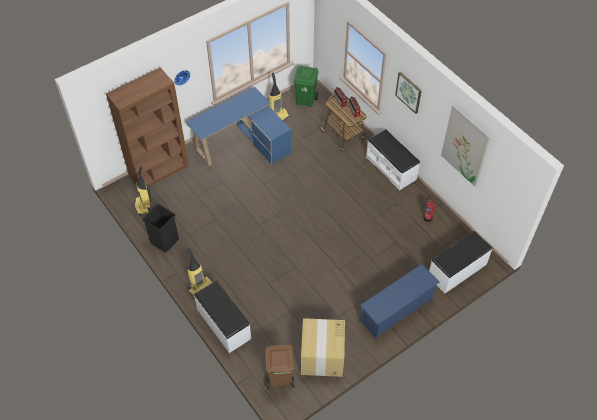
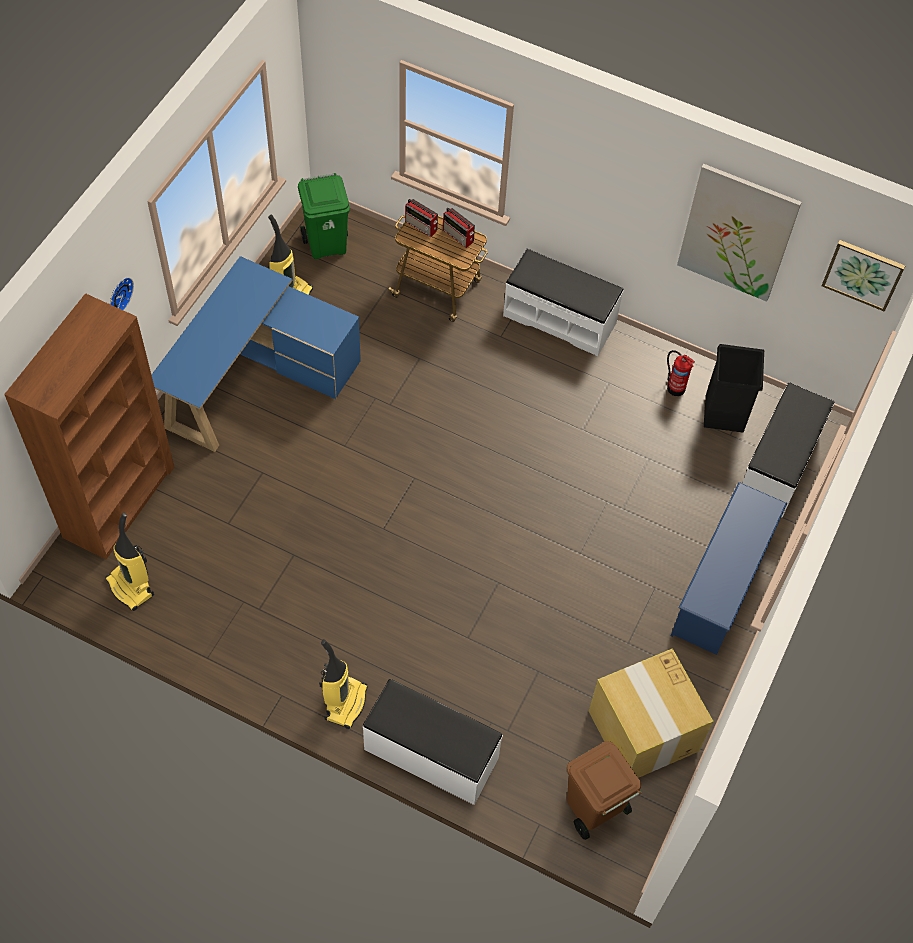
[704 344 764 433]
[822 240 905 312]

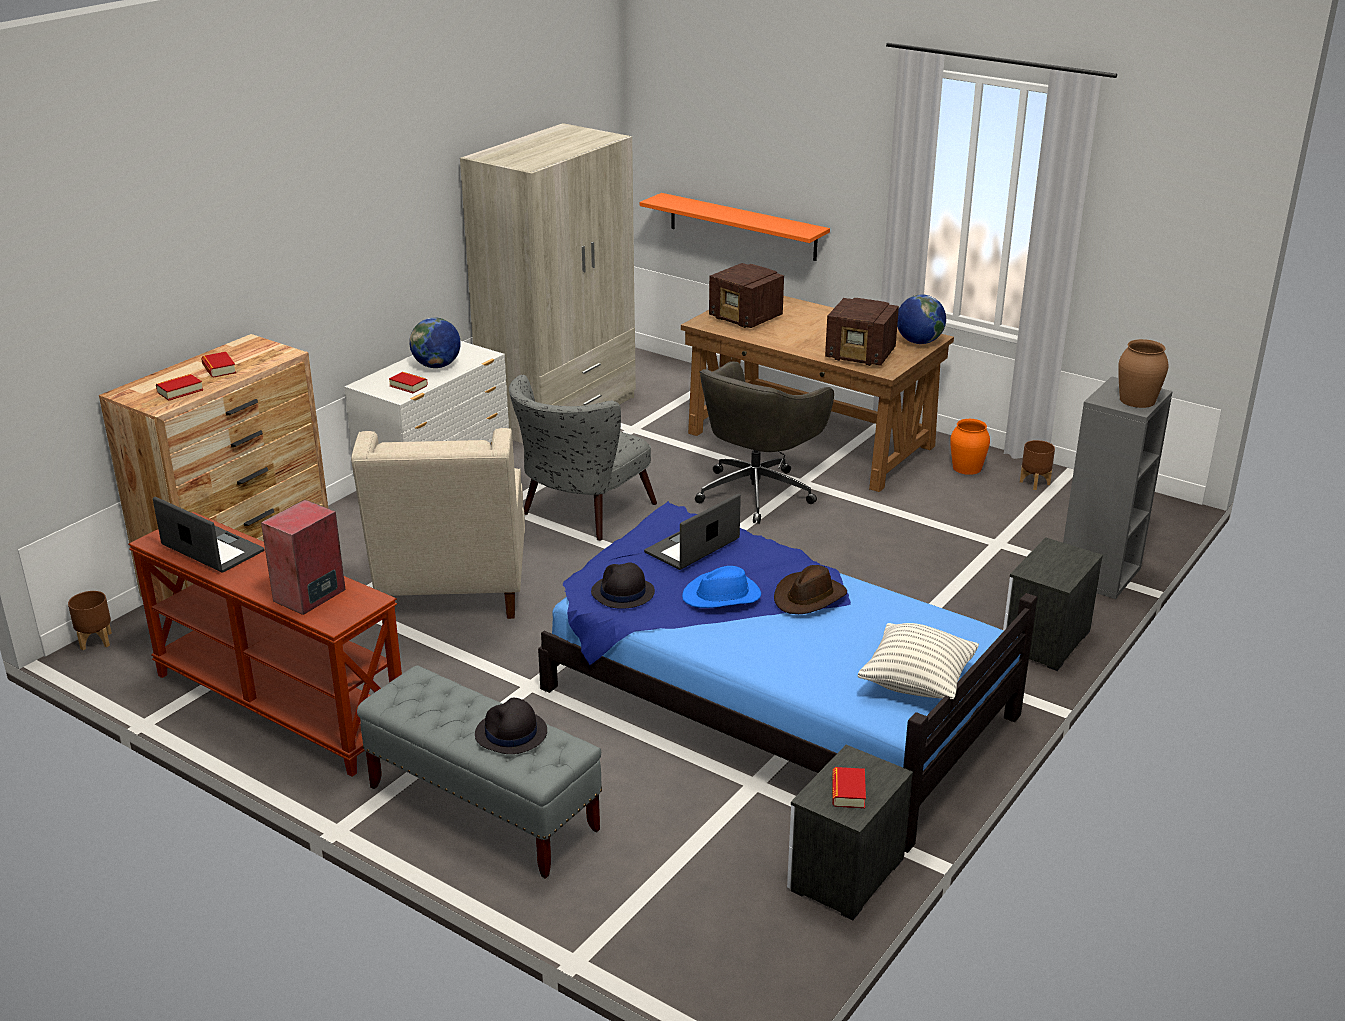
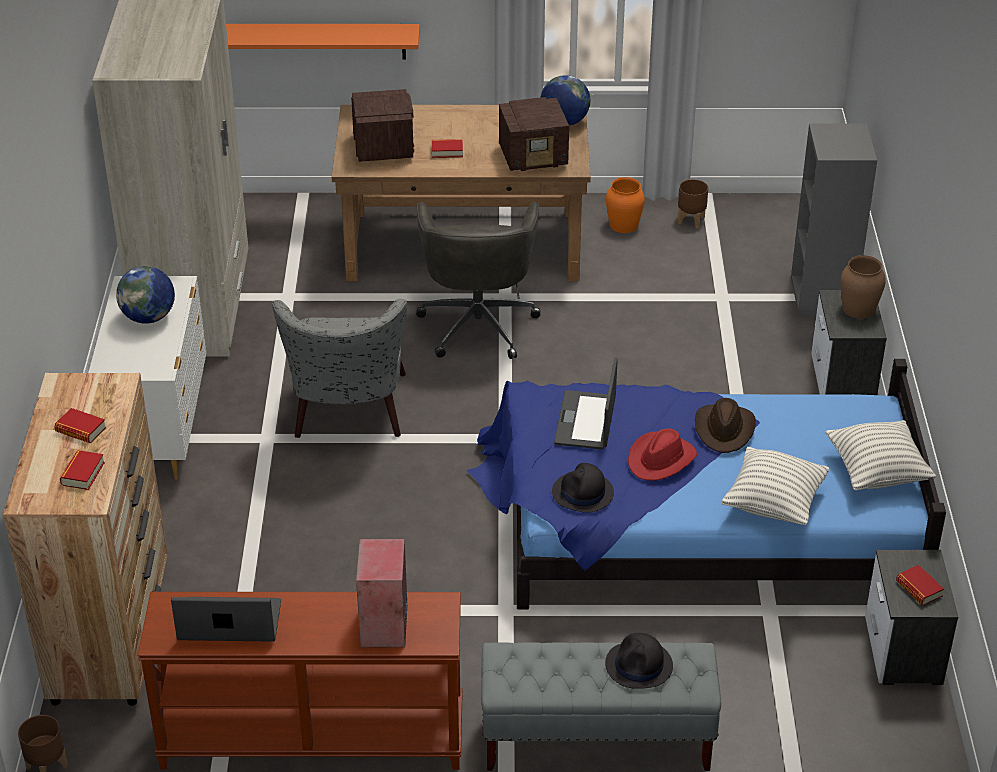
[351 428 525 619] (first image)
[432 139 463 158]
[628 428 697 481]
[351 89 414 162]
[841 255 886 319]
[722 447 829 525]

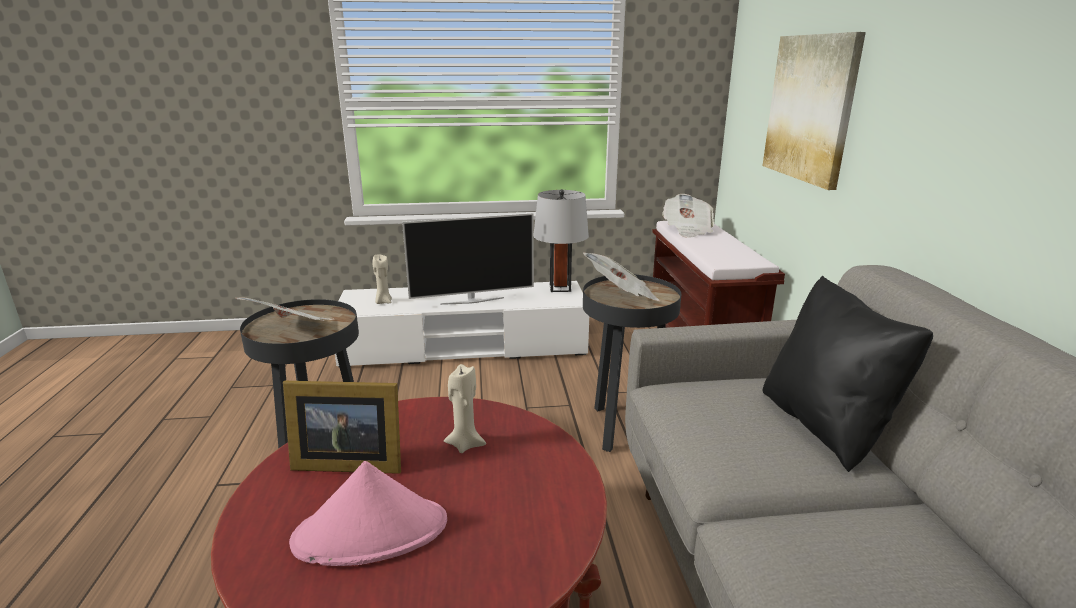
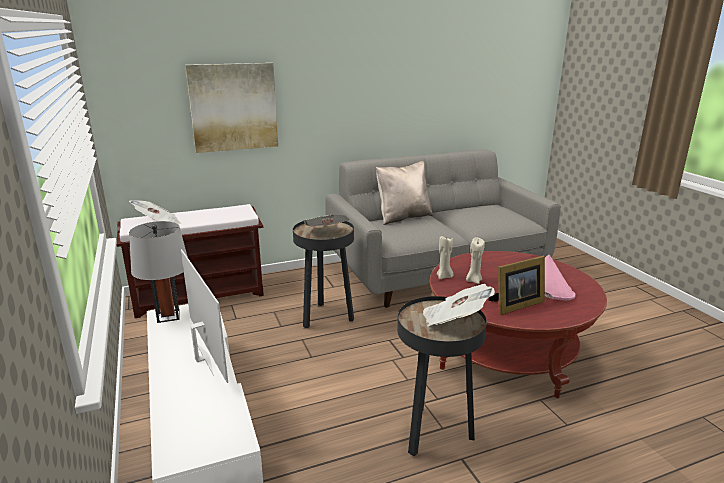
[488 256 545 315]
[437 236 454 279]
[376 161 433 225]

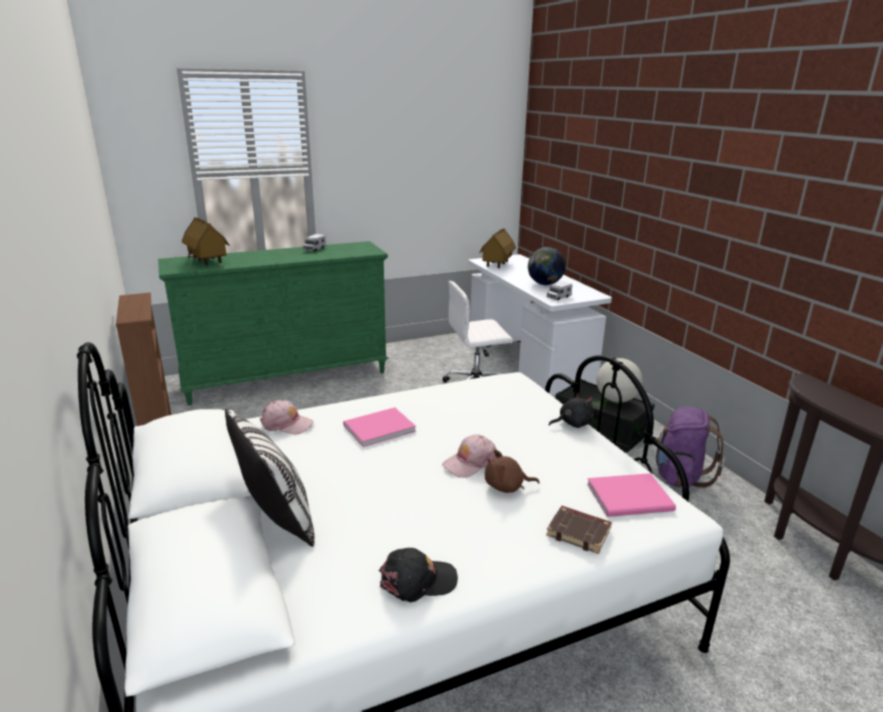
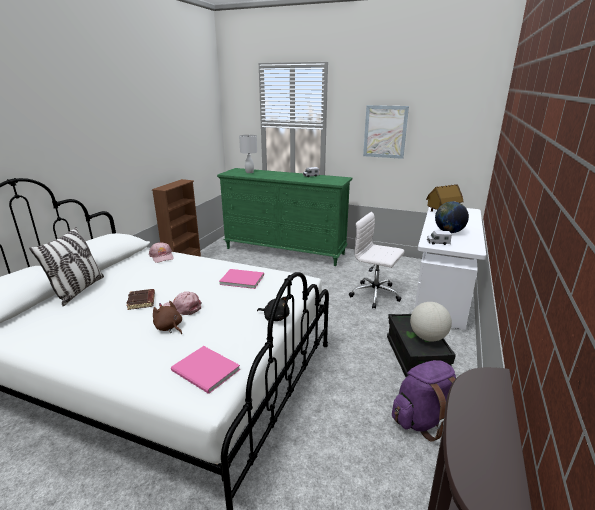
[239 135 257 173]
[219 269 264 289]
[379 548 458 602] (first image)
[127 289 155 310]
[363 105 409 159]

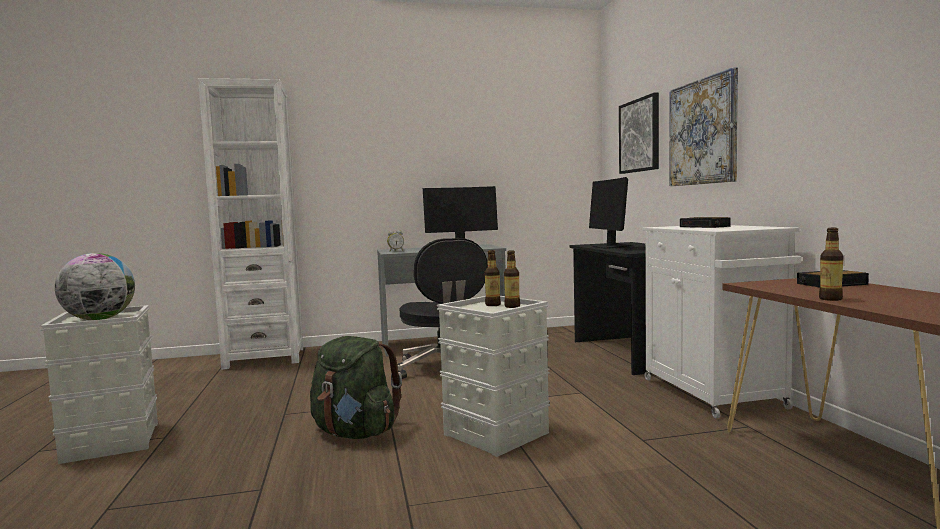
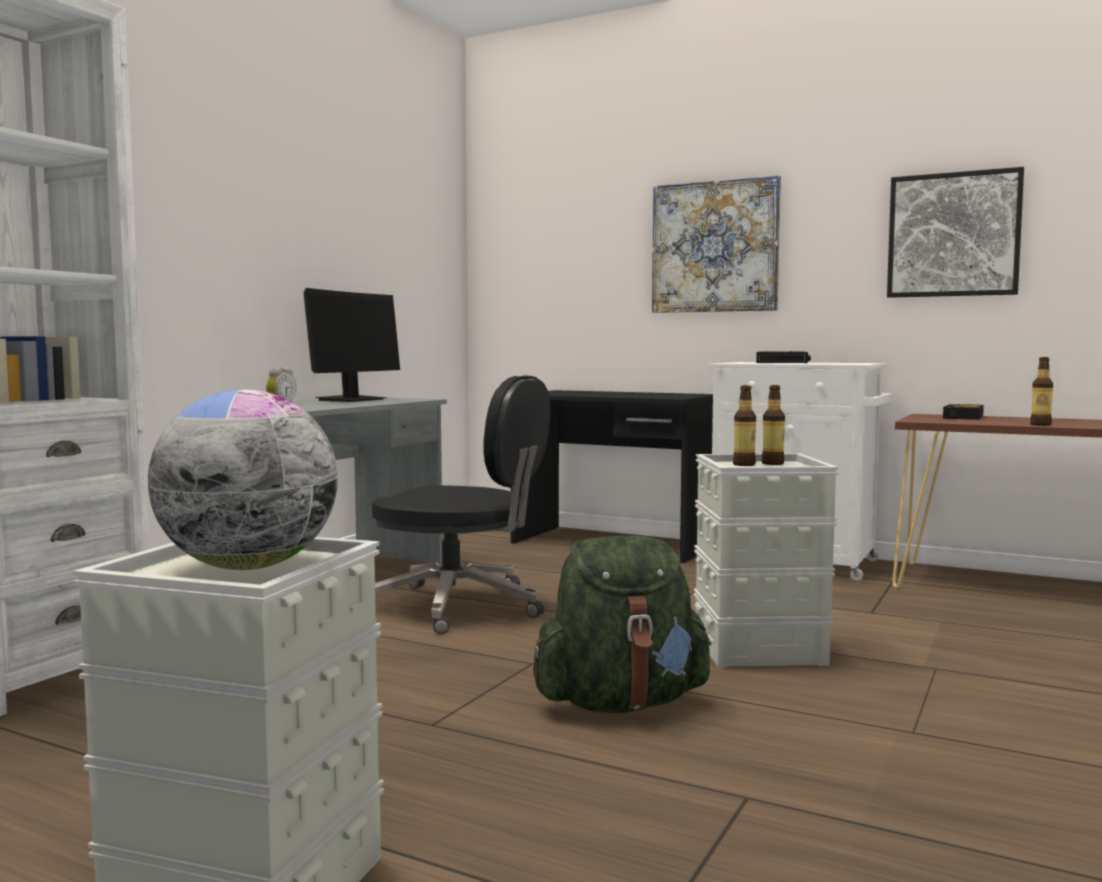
[589 177 631 249] (first image)
[887 167 1024 298]

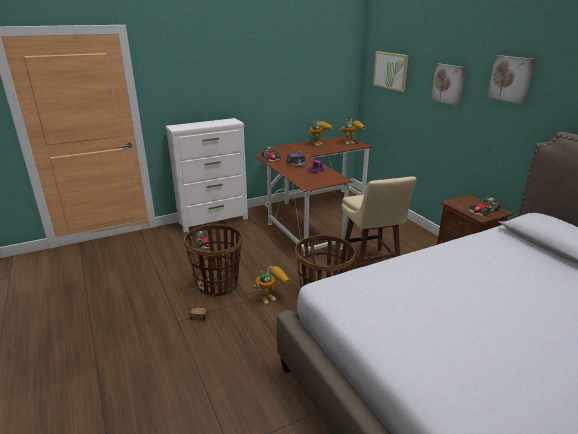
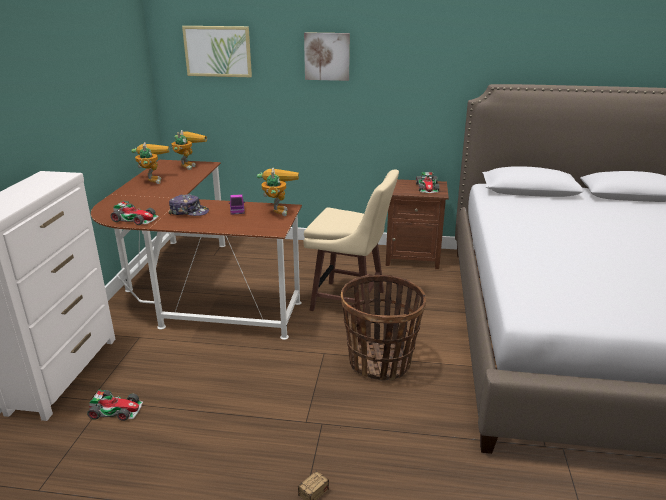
[184 224 242 297] (first image)
[257 168 299 216]
[487 55 535 104] (first image)

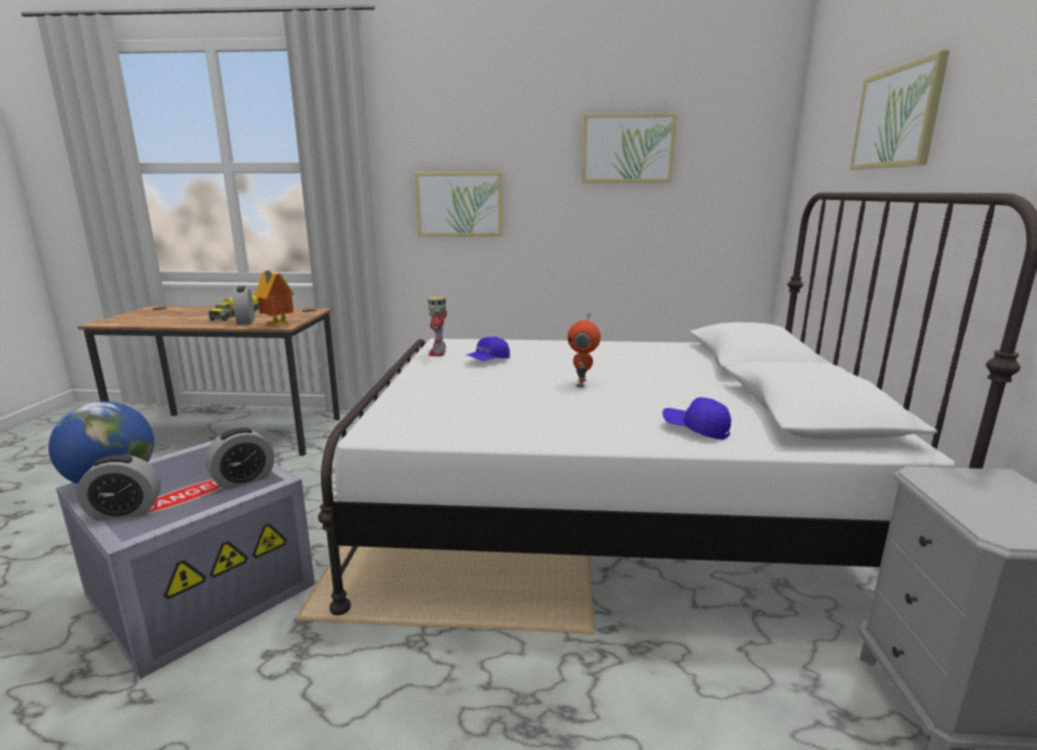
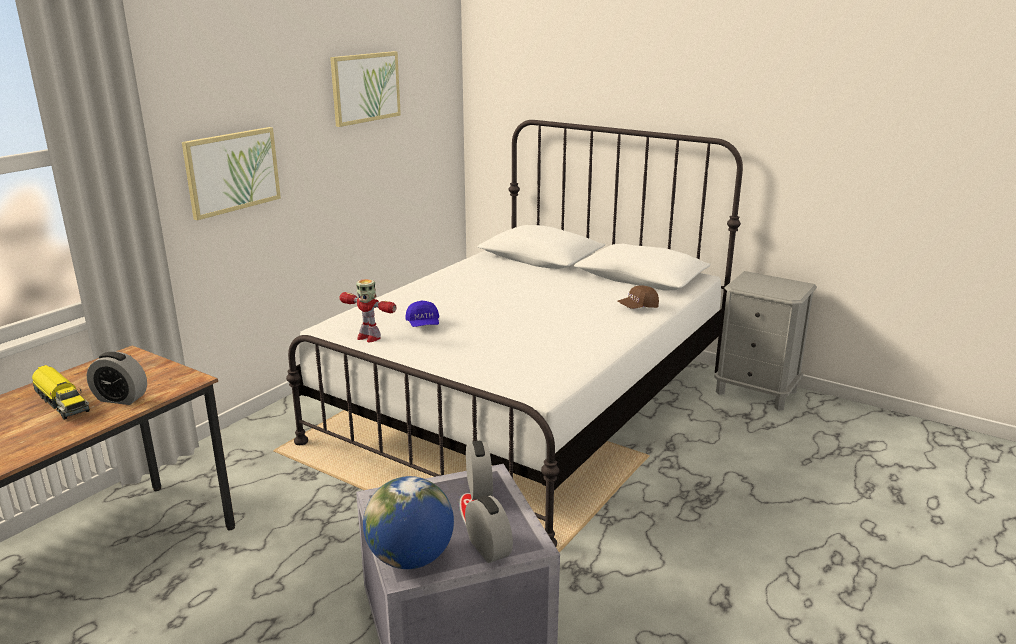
[465 495 513 563]
[255 271 294 326] (first image)
[567 313 601 388] (first image)
[618 285 659 309]
[850 50 949 170] (first image)

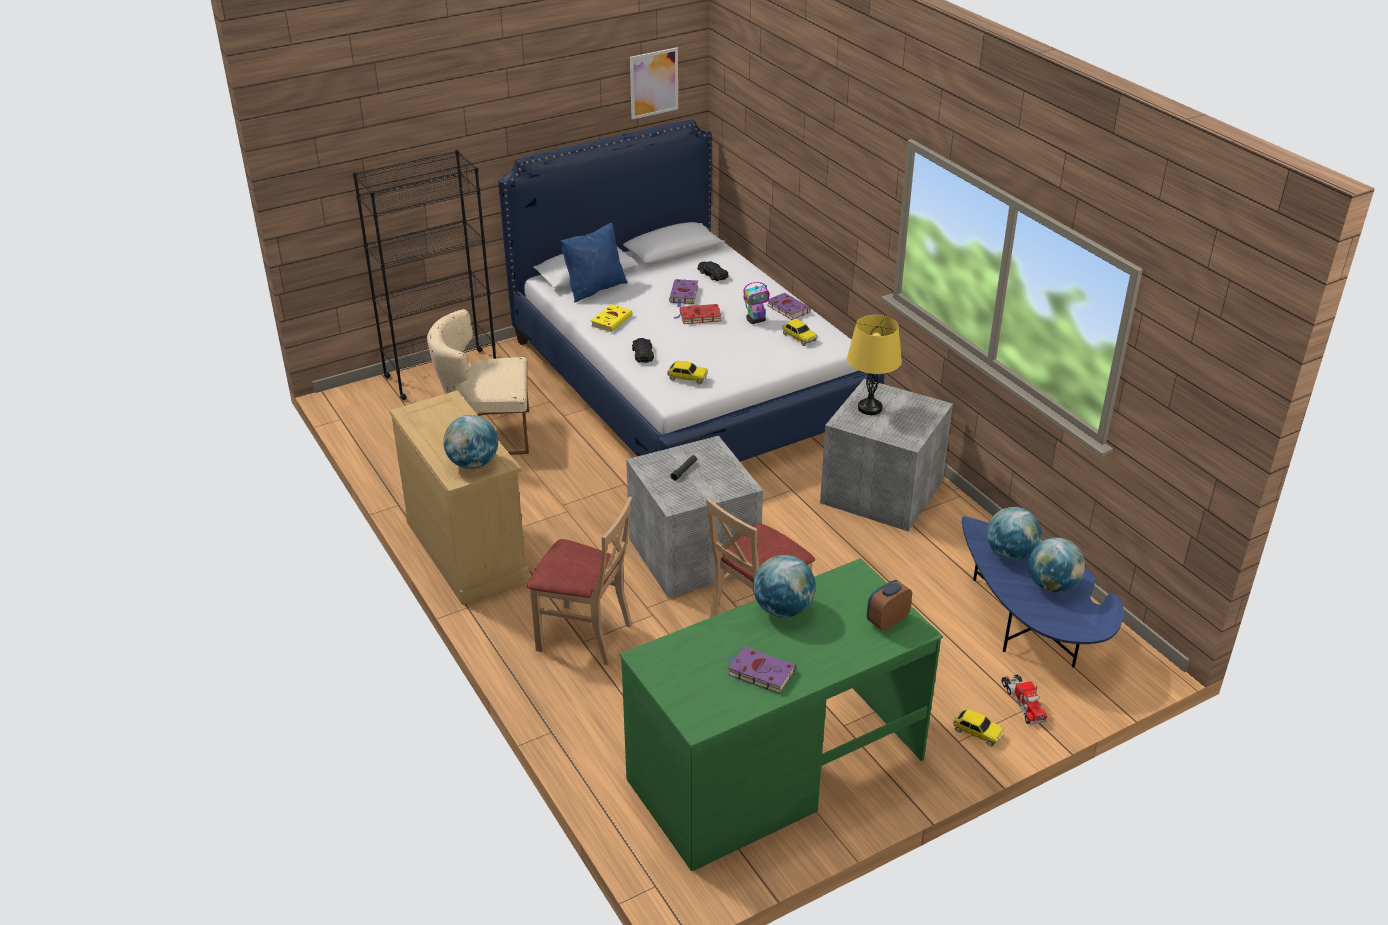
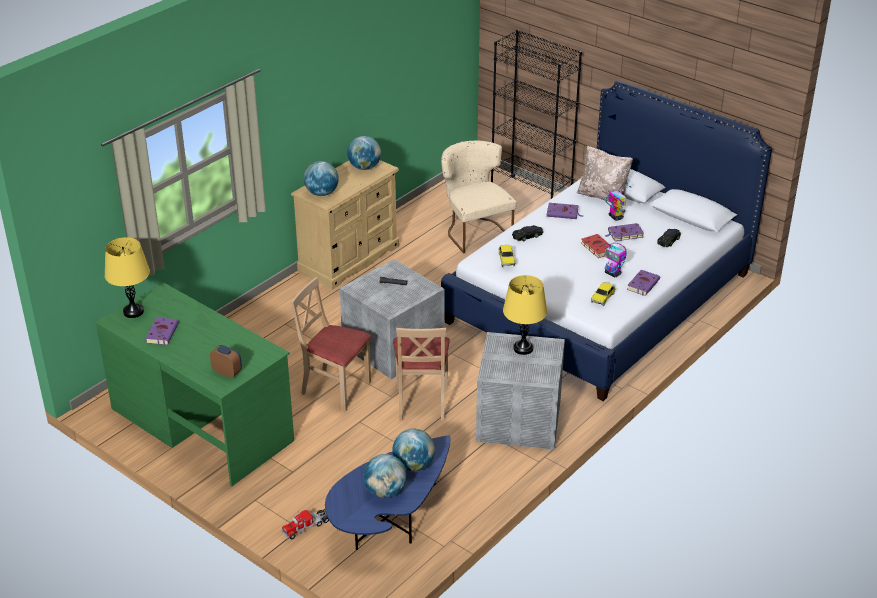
[393 328 449 421]
[577 146 633 207]
[547 203 583 219]
[630 47 678 119] (first image)
[347 136 381 170]
[953 709 1004 747] (first image)
[105 237 150 318]
[605 182 632 221]

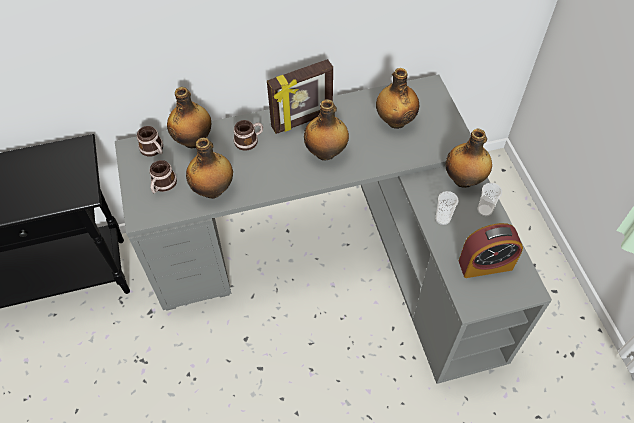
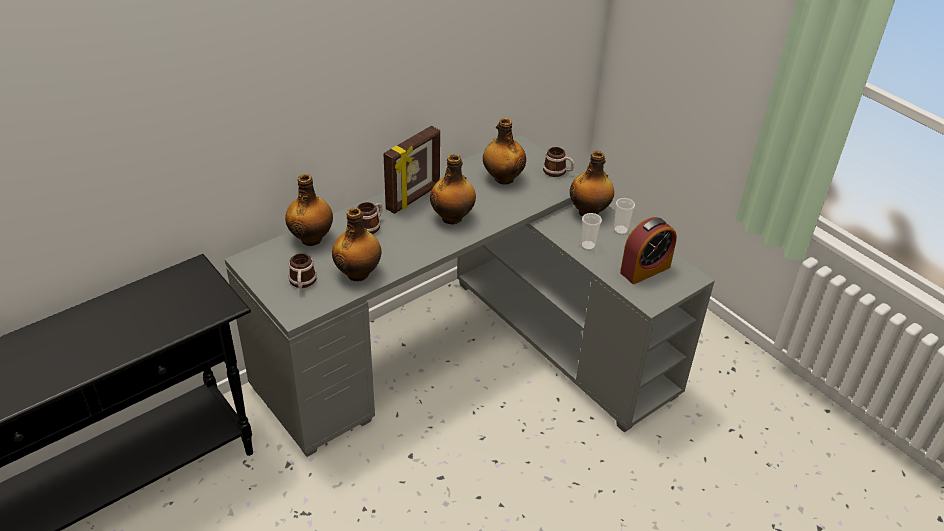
[543 147 574 177]

